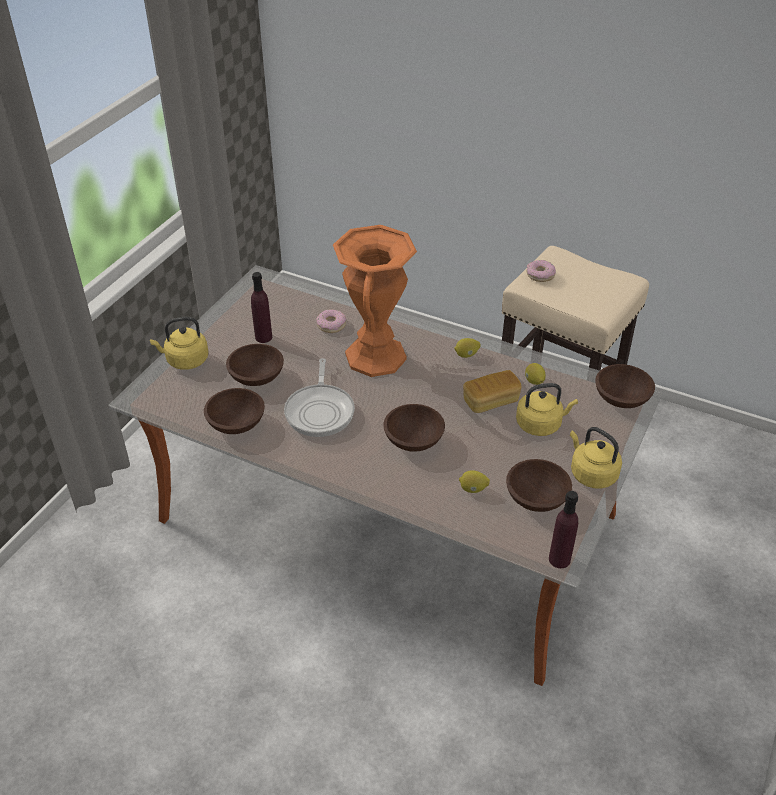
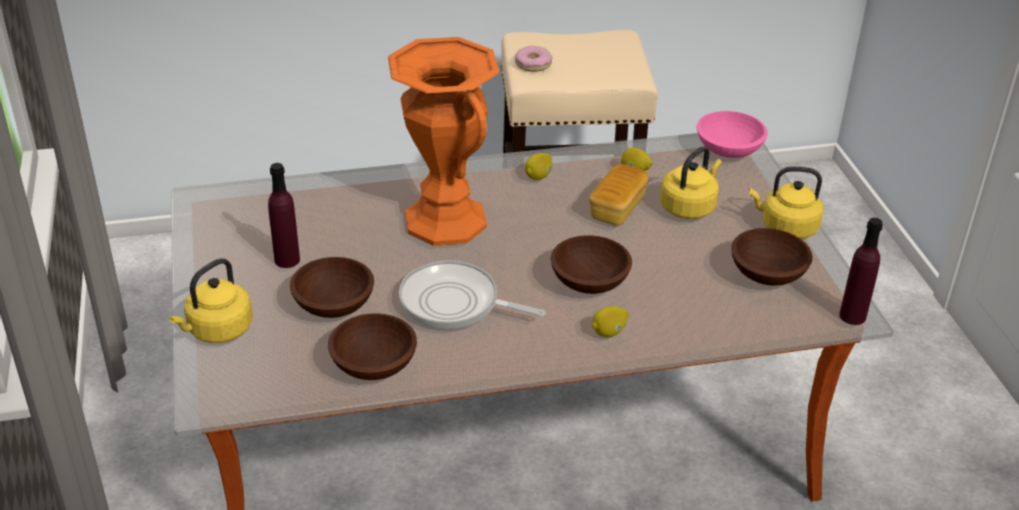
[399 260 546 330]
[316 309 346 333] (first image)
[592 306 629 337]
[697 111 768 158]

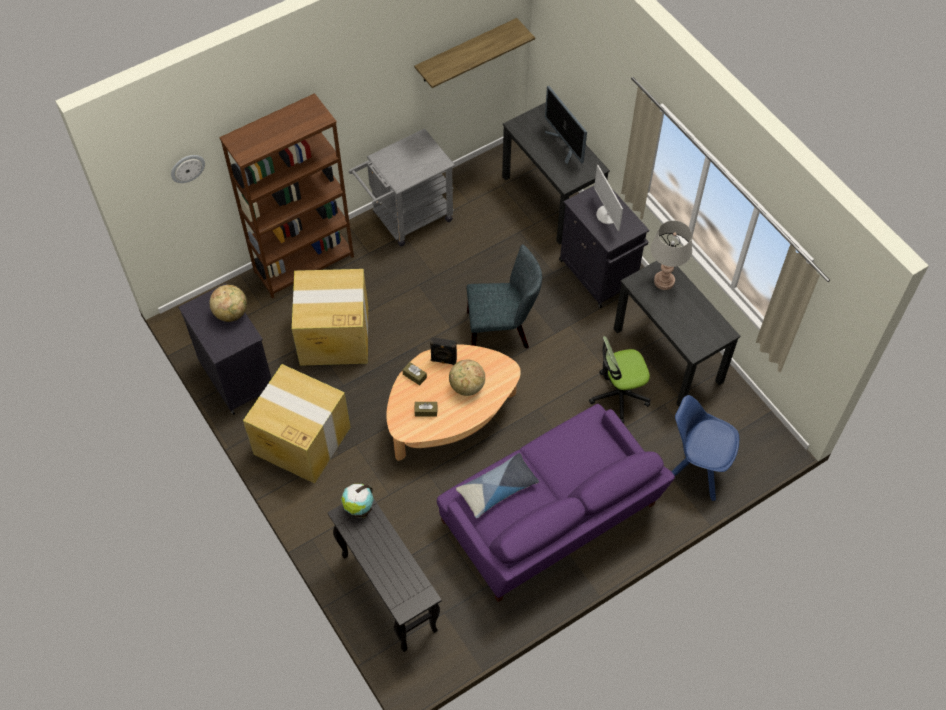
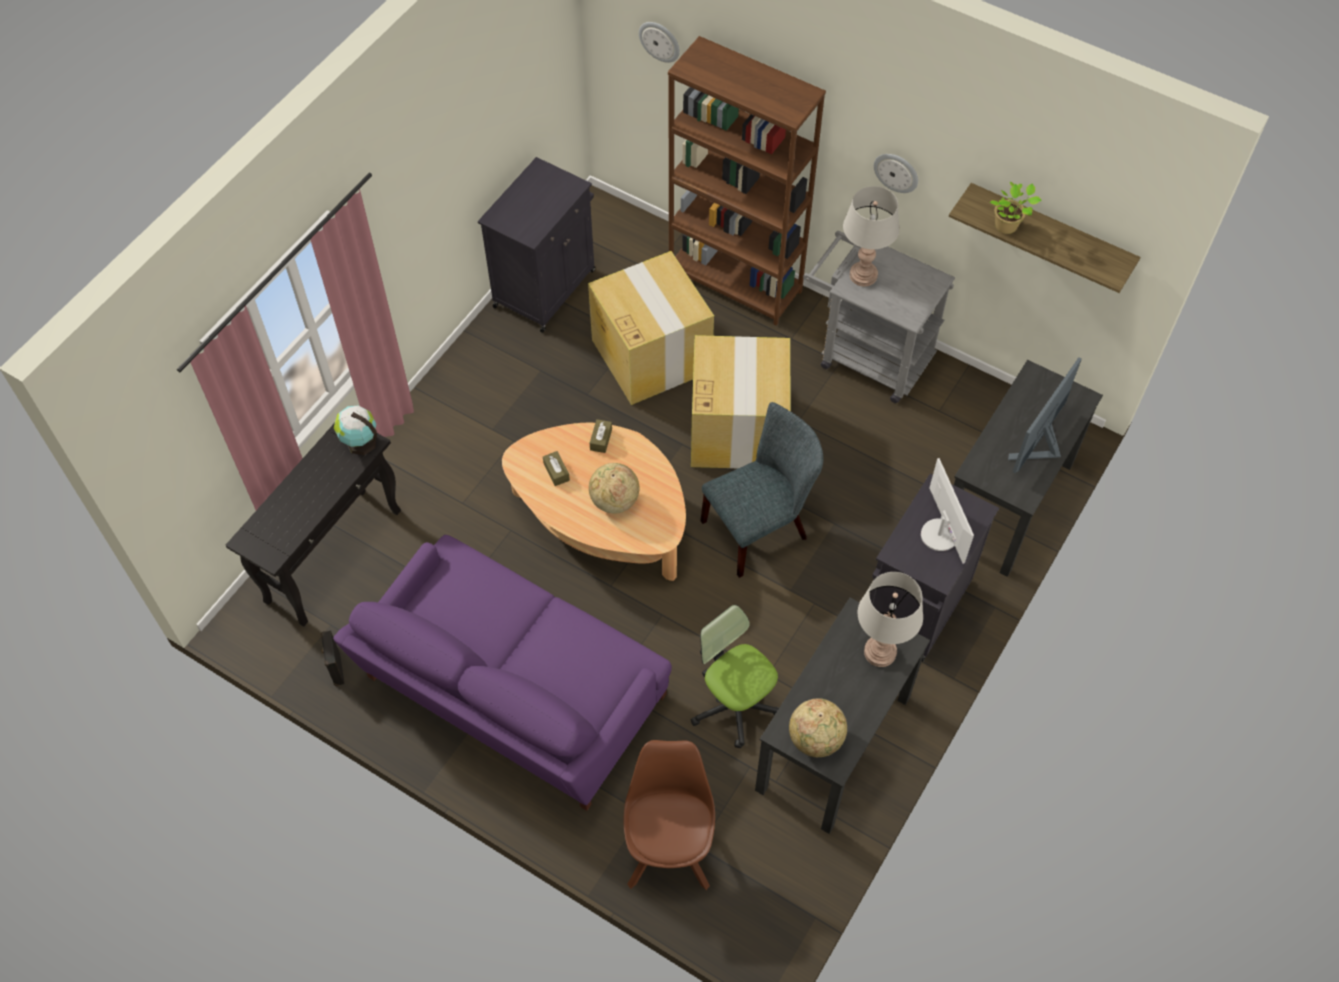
[789 698 847 757]
[691 335 791 468]
[321 631 345 686]
[456 453 539 518] (first image)
[700 402 823 578]
[921 458 974 564]
[624 740 715 890]
[843 186 900 287]
[874 154 918 193]
[989 182 1042 234]

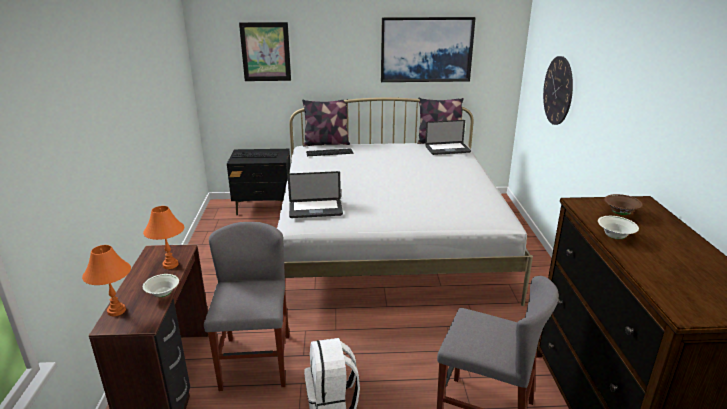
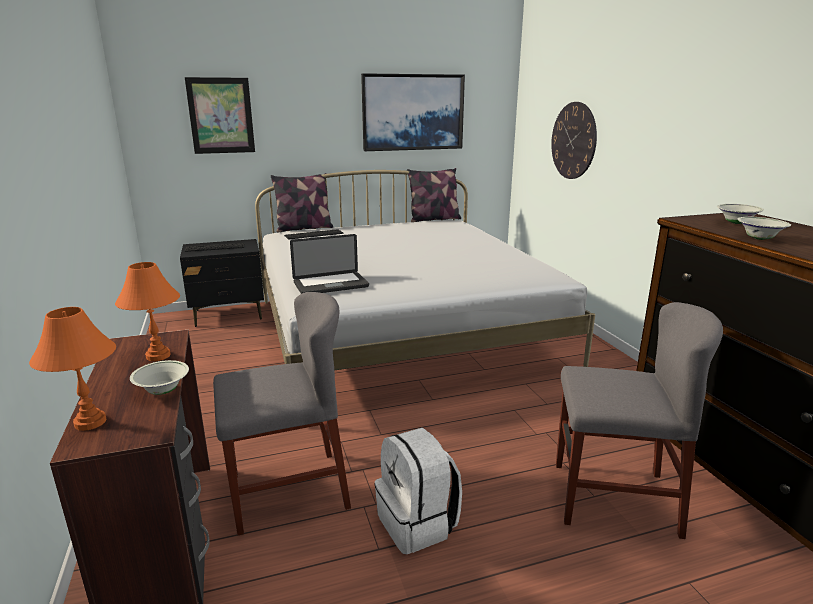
[213 292 351 535]
[425 120 471 155] (first image)
[717 204 764 224]

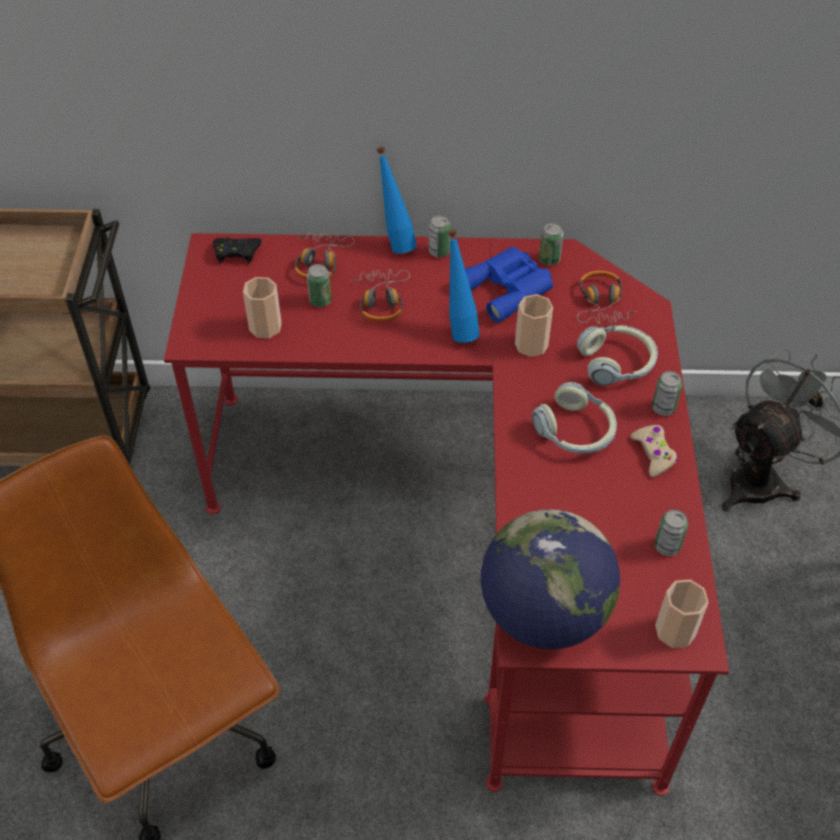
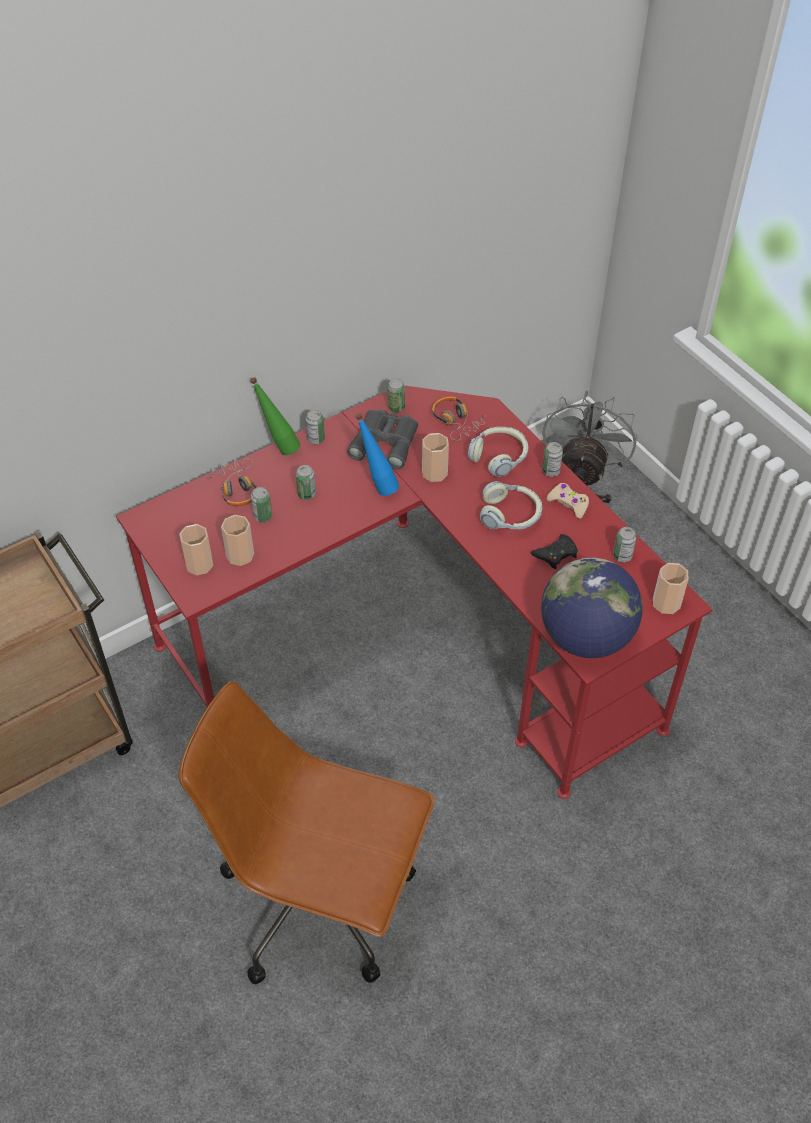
[531 534 578 569]
[296 465 316 500]
[250 377 300 455]
[347 410 418 469]
[179 524 213 575]

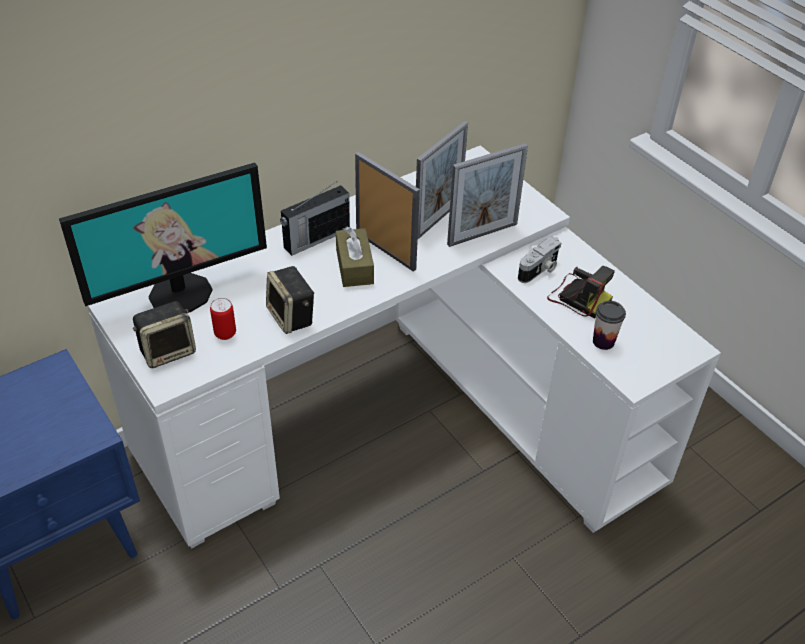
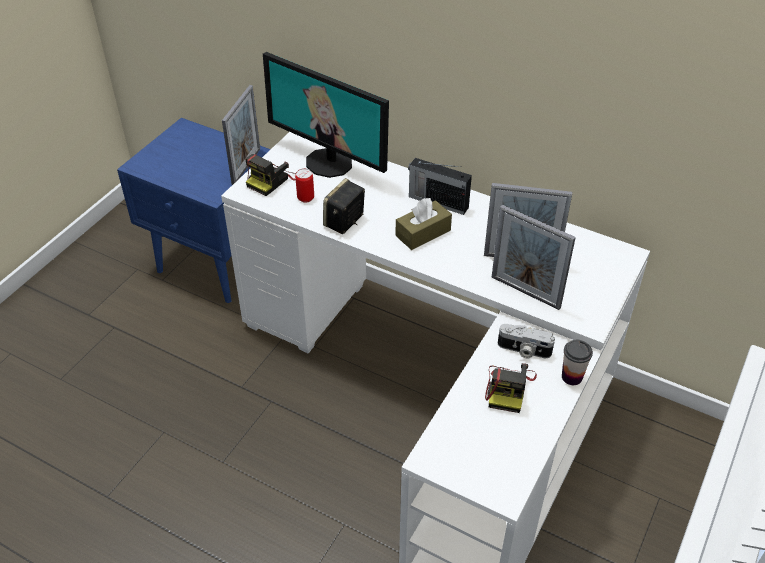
[245 154 296 196]
[222 85 260 185]
[562 340 593 385]

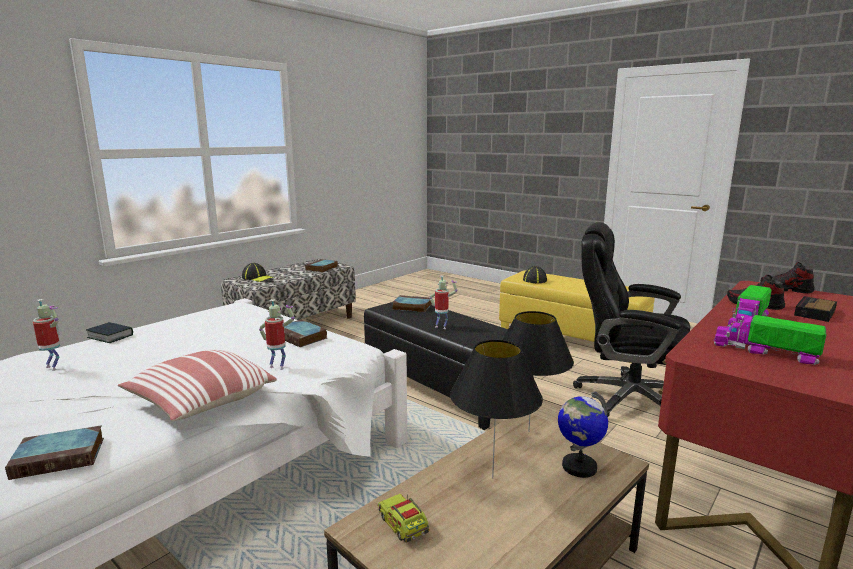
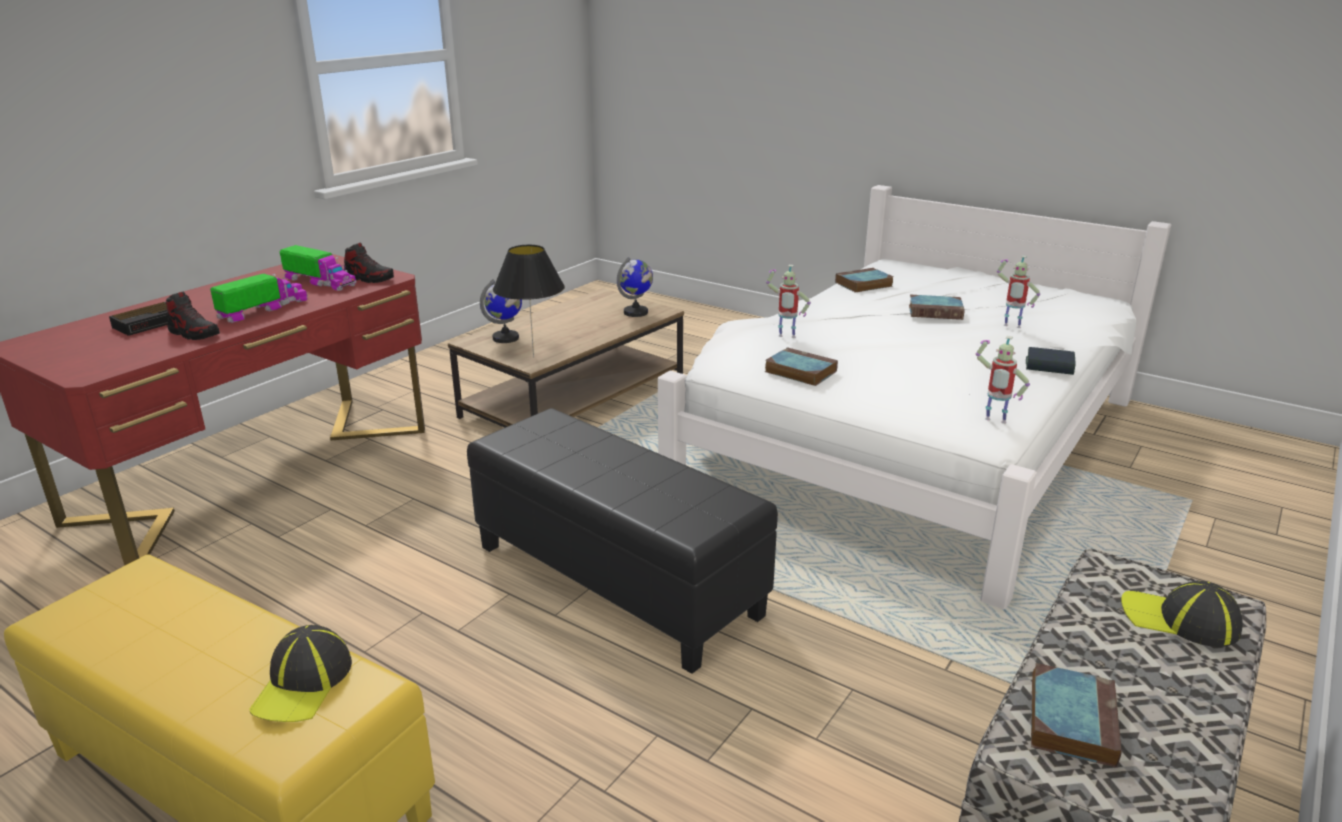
[118 350 277 421] (first image)
[617 257 653 317]
[909 295 965 320]
[976 336 1030 424]
[450 340 543 479] (first image)
[573 222 690 417] (first image)
[344 243 394 283]

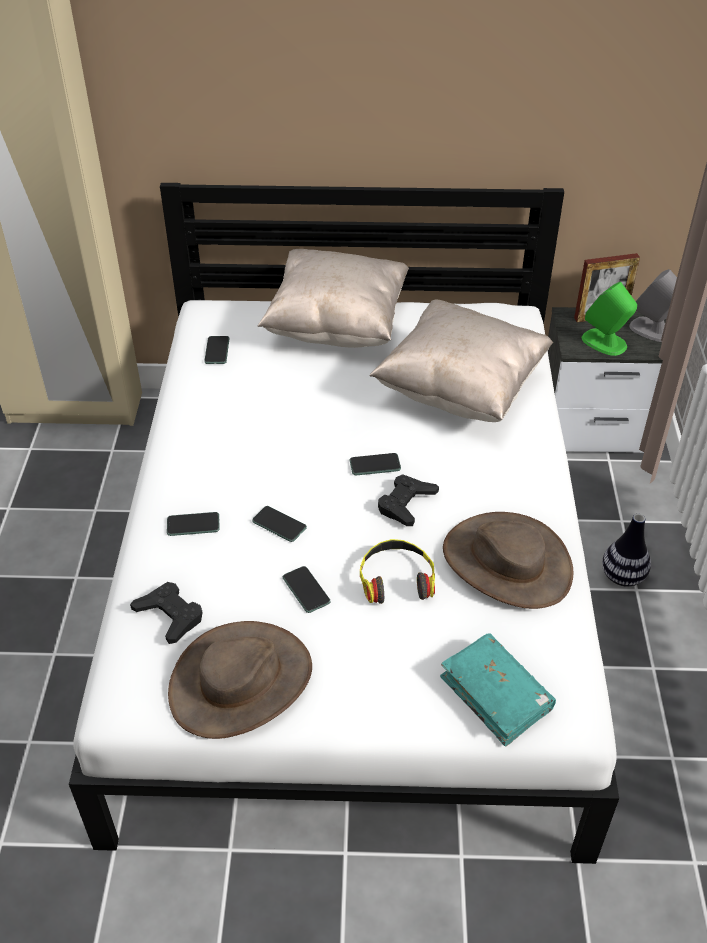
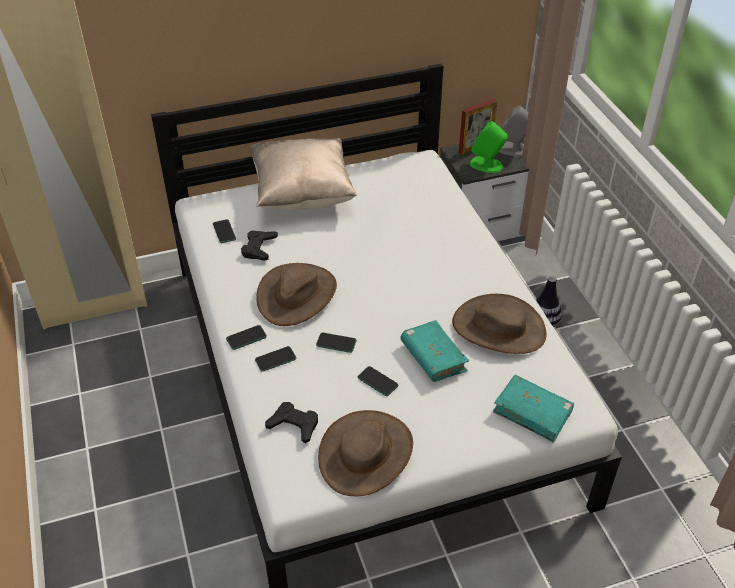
[226 325 267 350]
[400 320 469 382]
[369 300 553 422] (first image)
[241 230 278 261]
[256 263 337 326]

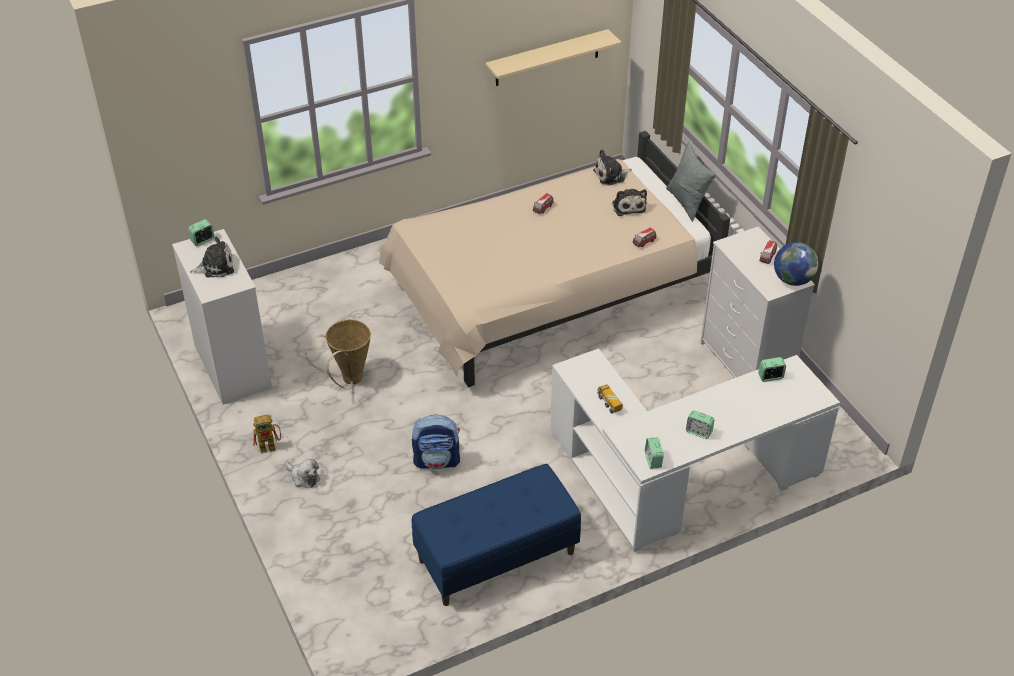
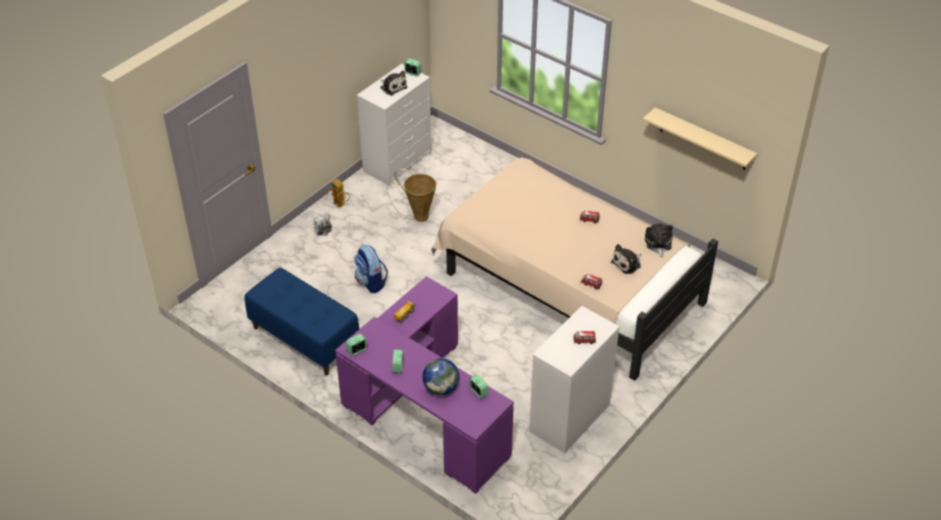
[335 276 514 494]
[645 224 673 258]
[666 142 716 222] (first image)
[422 358 459 395]

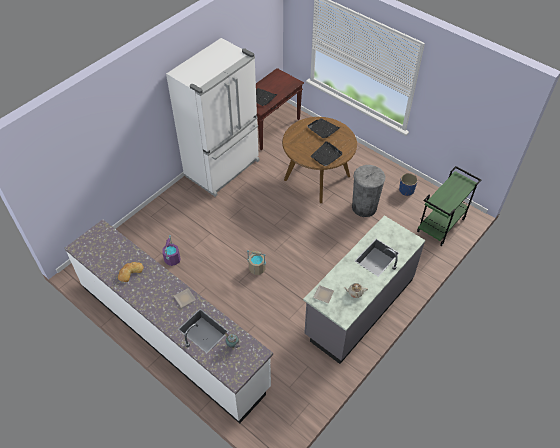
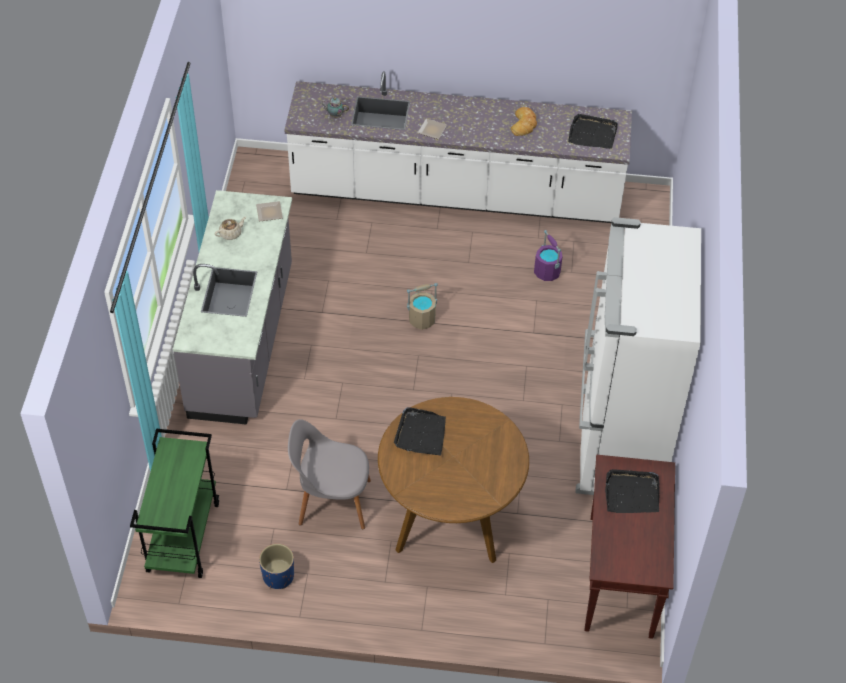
[568 114 618 149]
[288 419 371 529]

